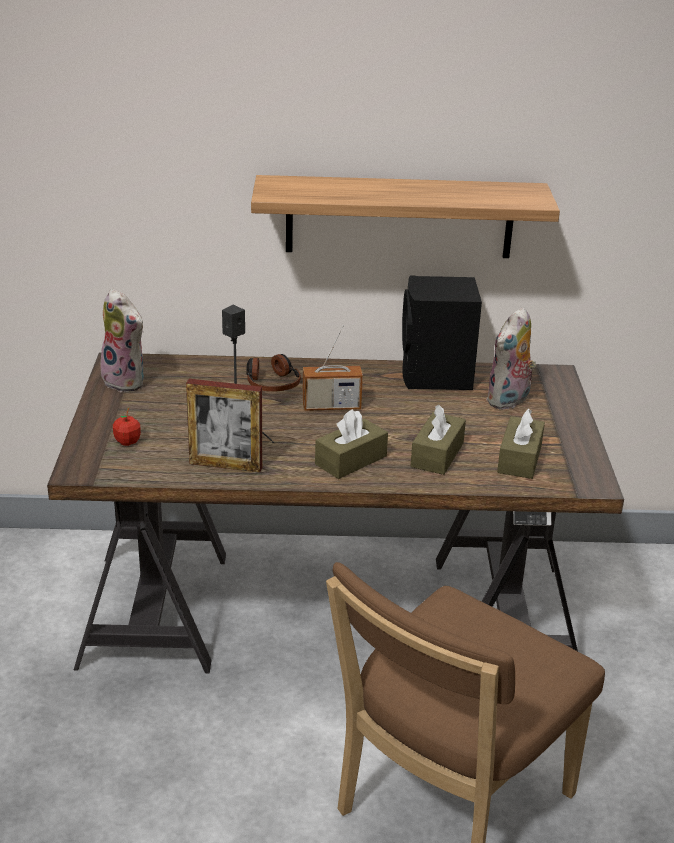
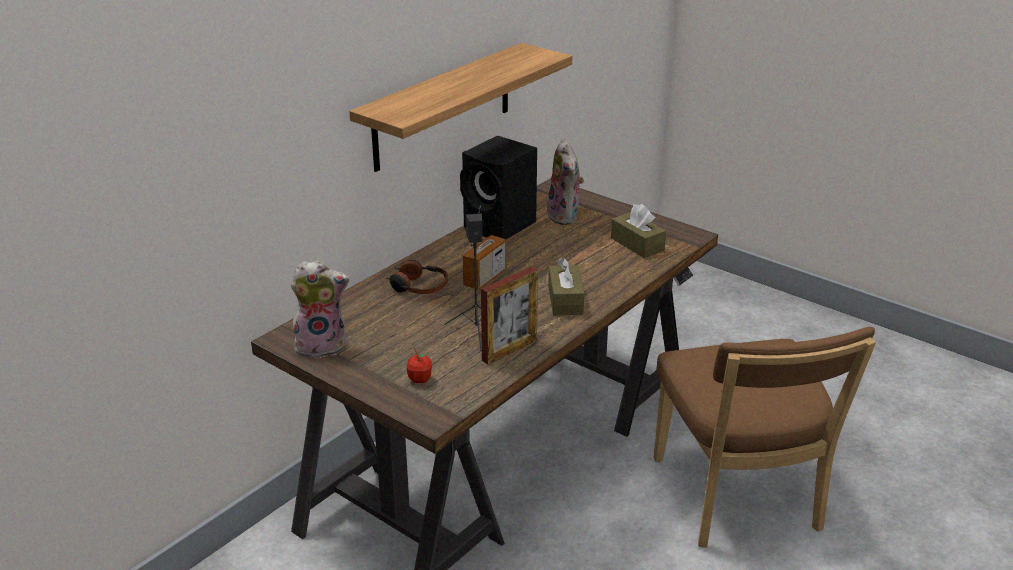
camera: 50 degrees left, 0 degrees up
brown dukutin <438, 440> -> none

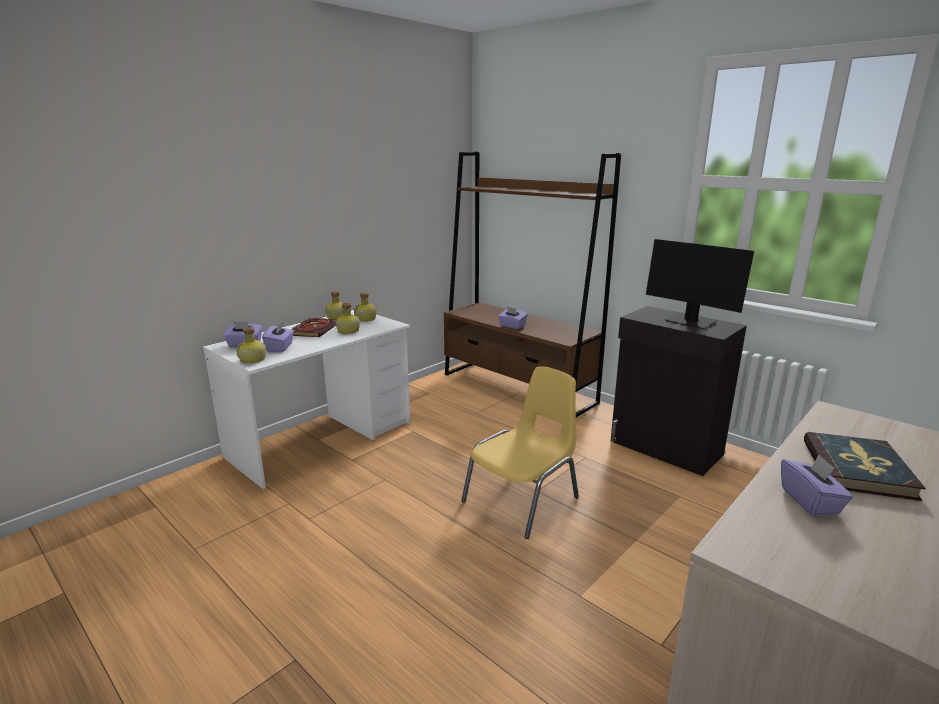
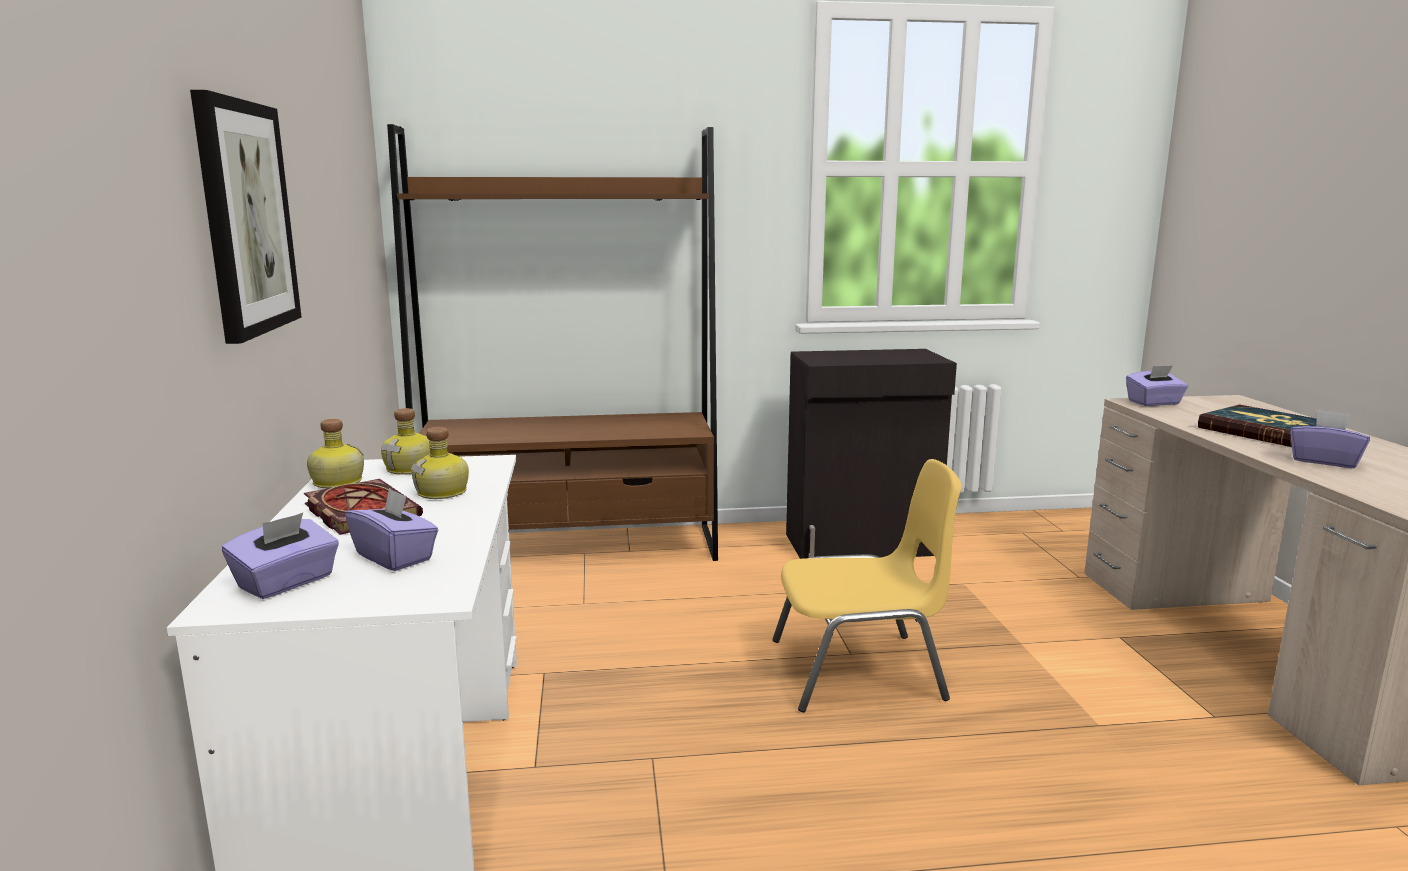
camera: 50 degrees left, 5 degrees down
none -> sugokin <246, 217>
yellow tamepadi <520, 452> -> yellow tamepadi <867, 585>, 90 degrees clockwise
purple dukutin <513, 318> -> purple dukutin <1157, 385>, relocated
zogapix <251, 345> -> none
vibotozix <700, 284> -> none

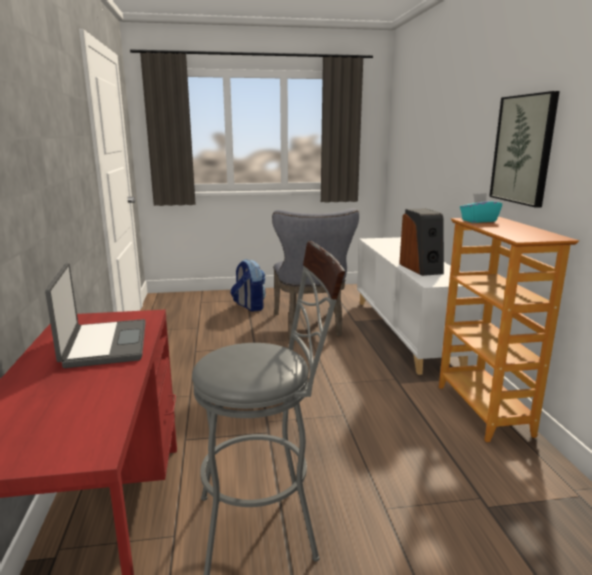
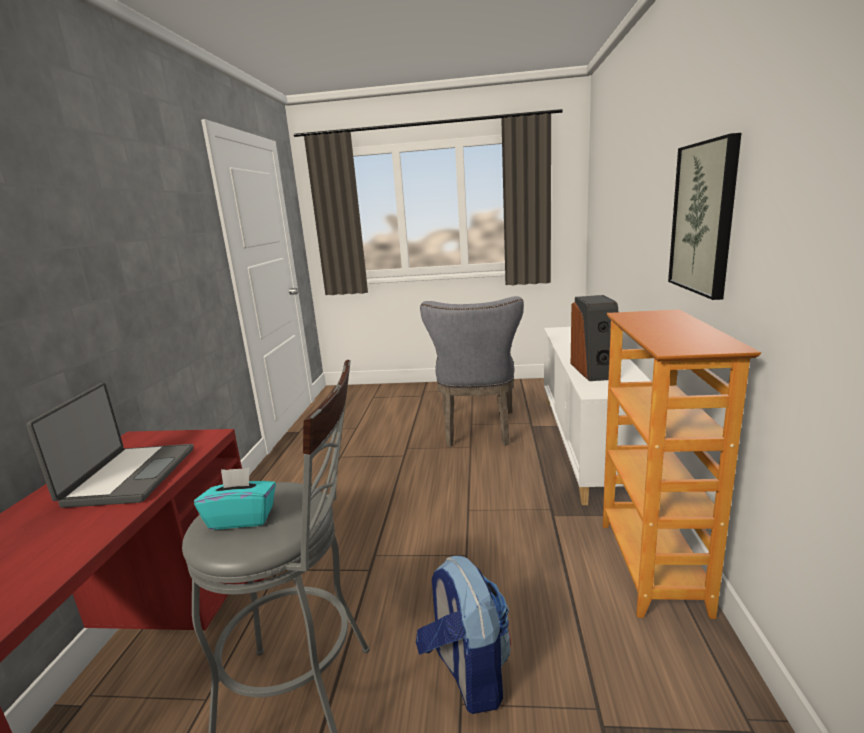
camera: 15 degrees right, 0 degrees up
turquoise dukutin <481, 208> -> turquoise dukutin <235, 499>, relocated
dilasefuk <248, 285> -> dilasefuk <463, 635>, relocated

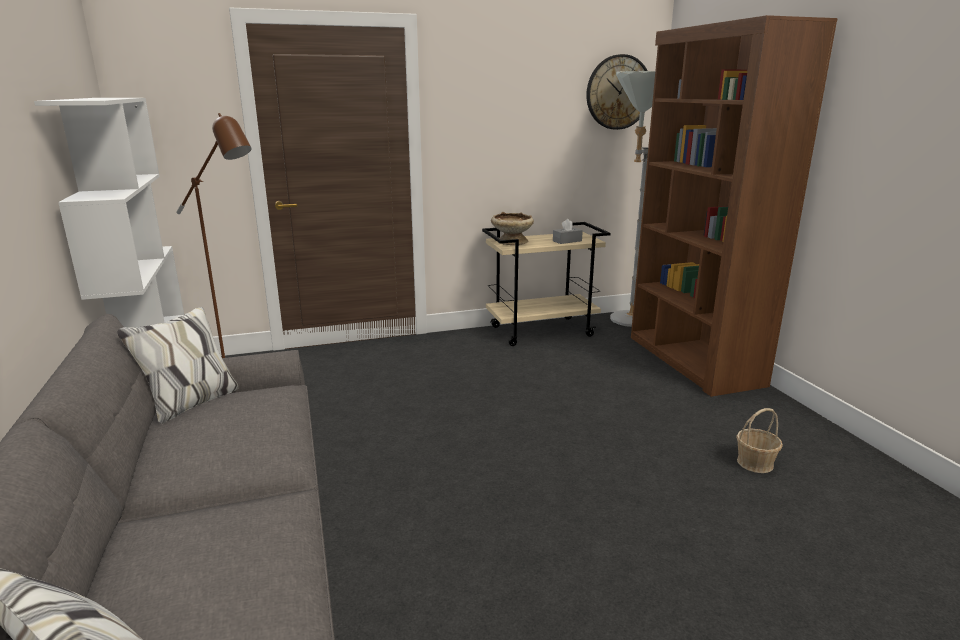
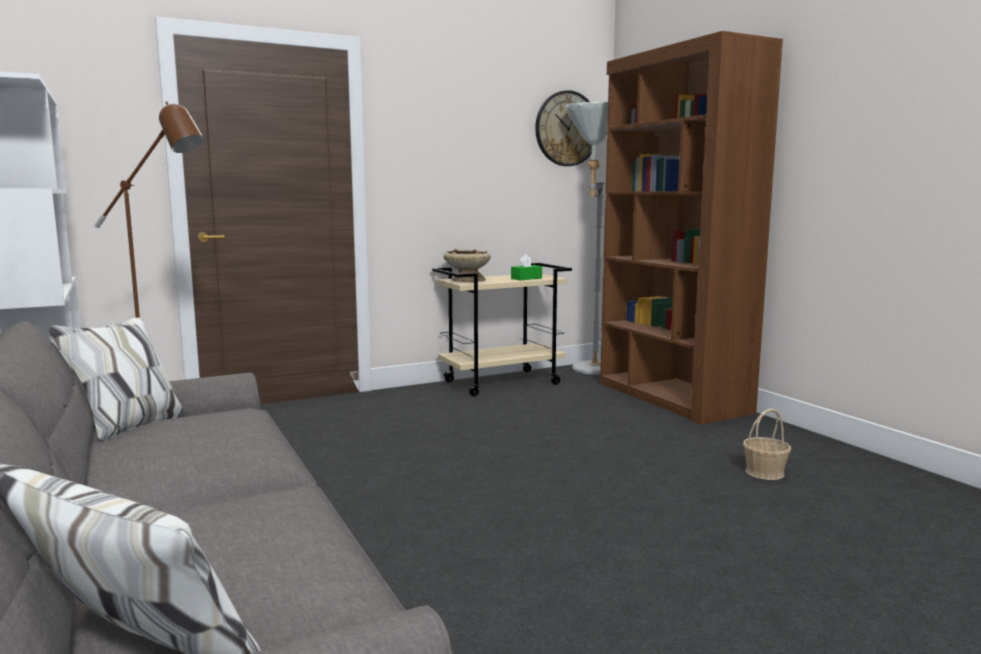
camera: 10 degrees left, 10 degrees down
grey dukutin <568, 231> -> green dukutin <526, 267>

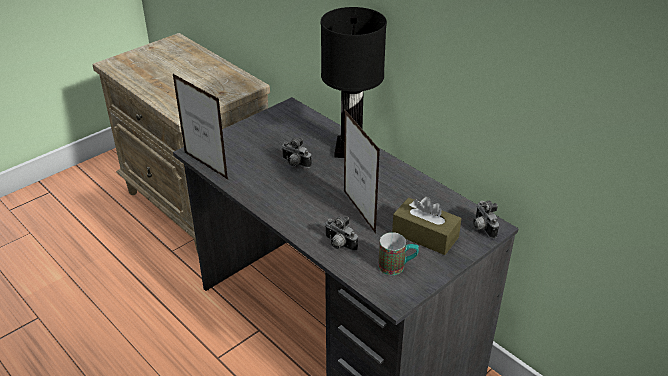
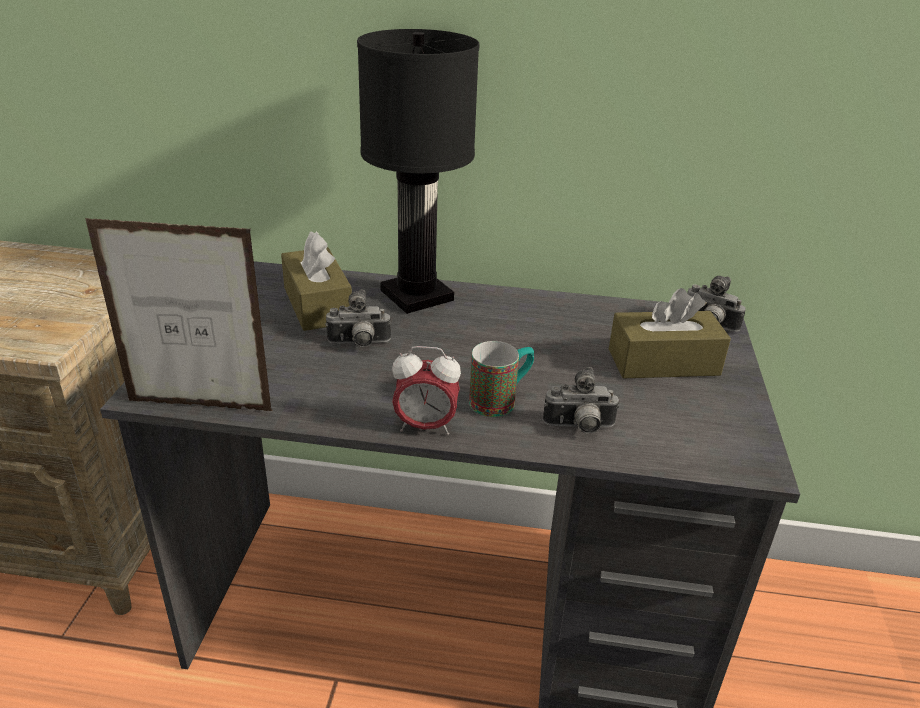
camera: 40 degrees left, 5 degrees down
none -> brown dukutin <316, 281>
none -> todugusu <426, 390>
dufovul <398, 253> -> dufovul <501, 379>, relocated
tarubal <362, 172> -> none

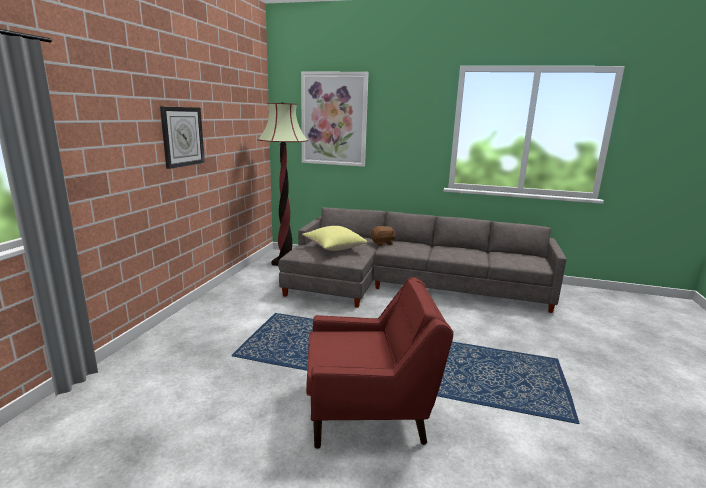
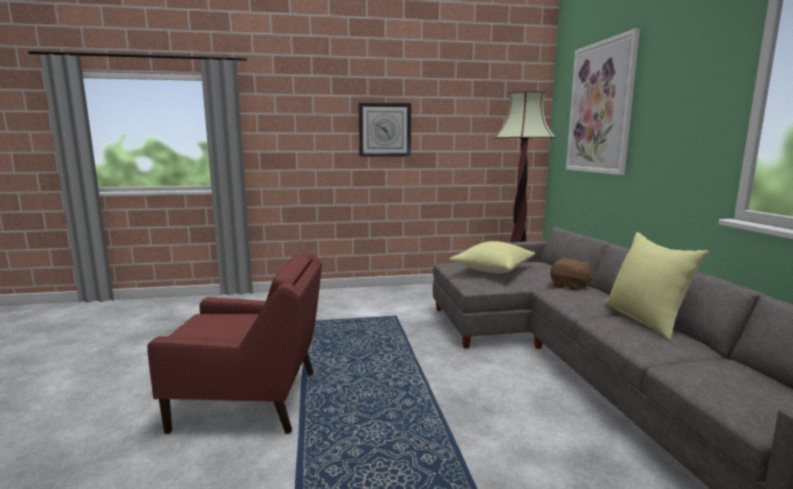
camera: 65 degrees right, 5 degrees down
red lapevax <380, 363> -> red lapevax <234, 344>, 60 degrees counterclockwise
none -> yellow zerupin <656, 286>

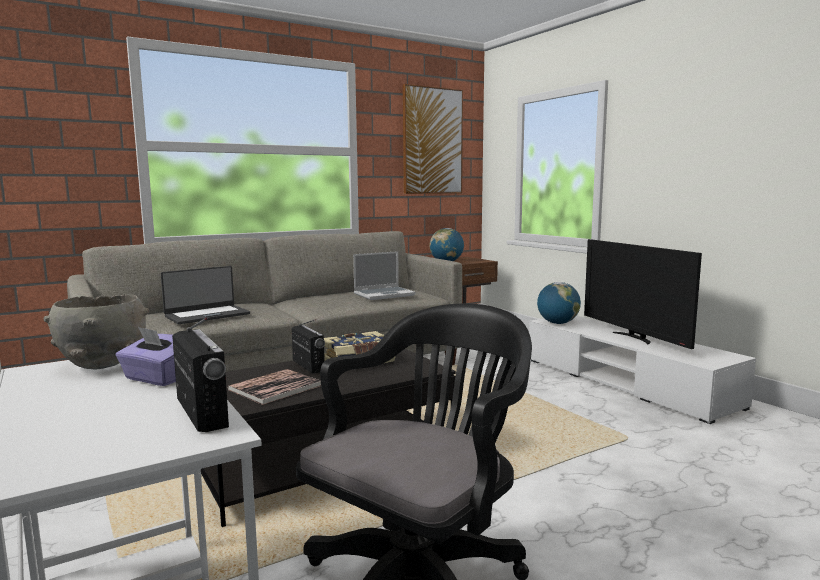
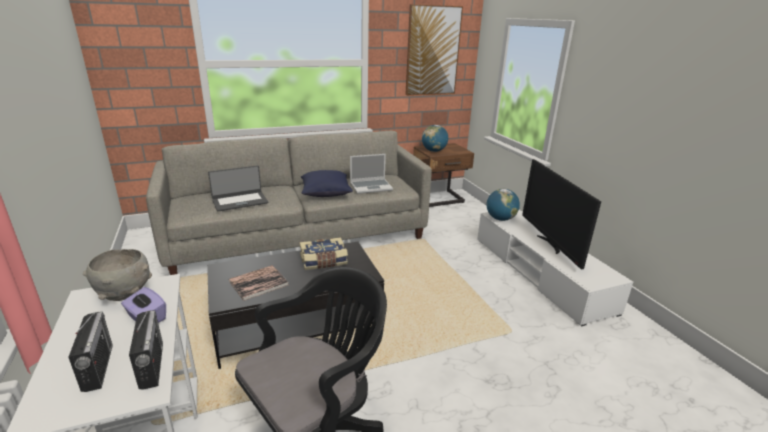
camera: 10 degrees right, 15 degrees up
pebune <308, 346> -> pebune <90, 352>, relocated
none -> blue zerupin <327, 183>

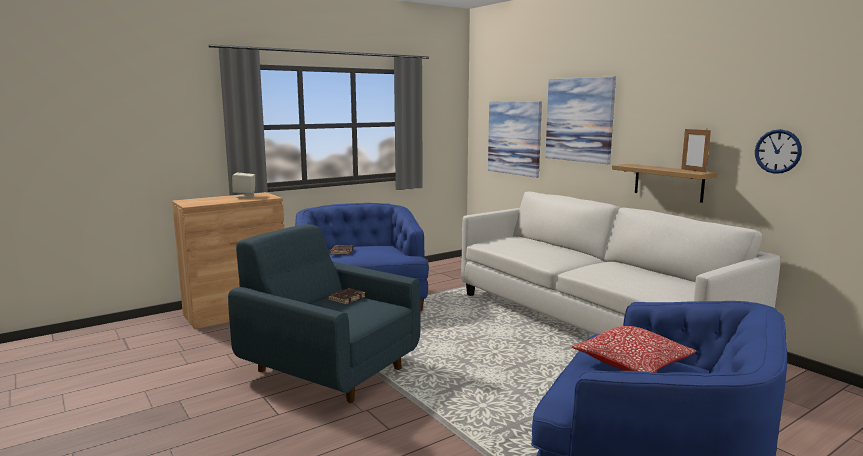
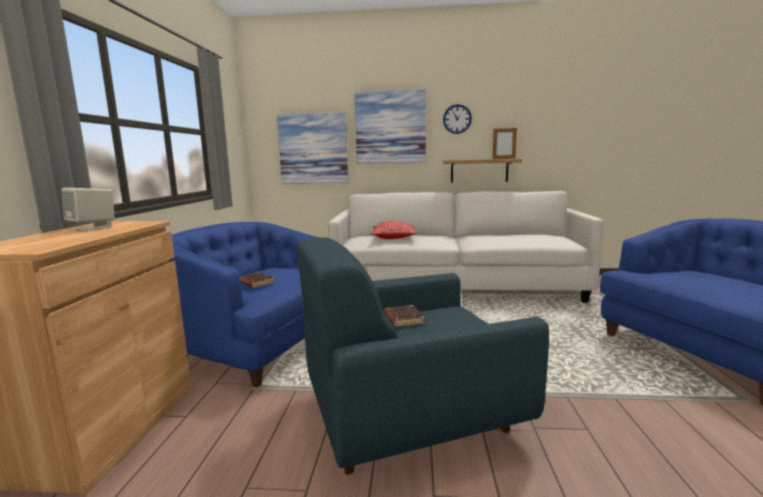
camera: 50 degrees left, 0 degrees up
zerupin <634, 349> -> zerupin <393, 230>, relocated
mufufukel <778, 151> -> mufufukel <457, 119>, relocated

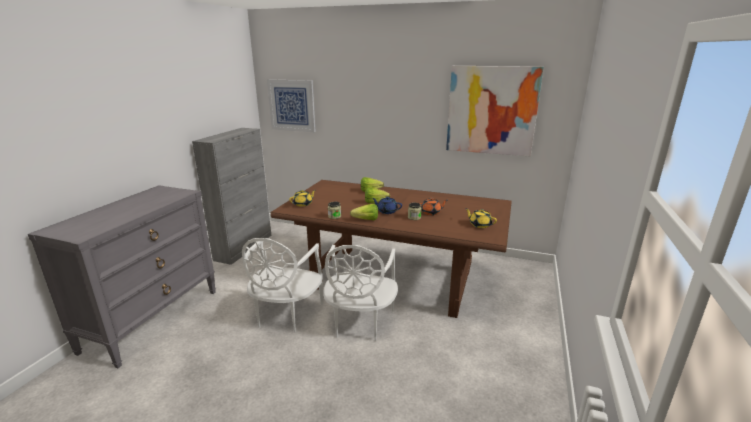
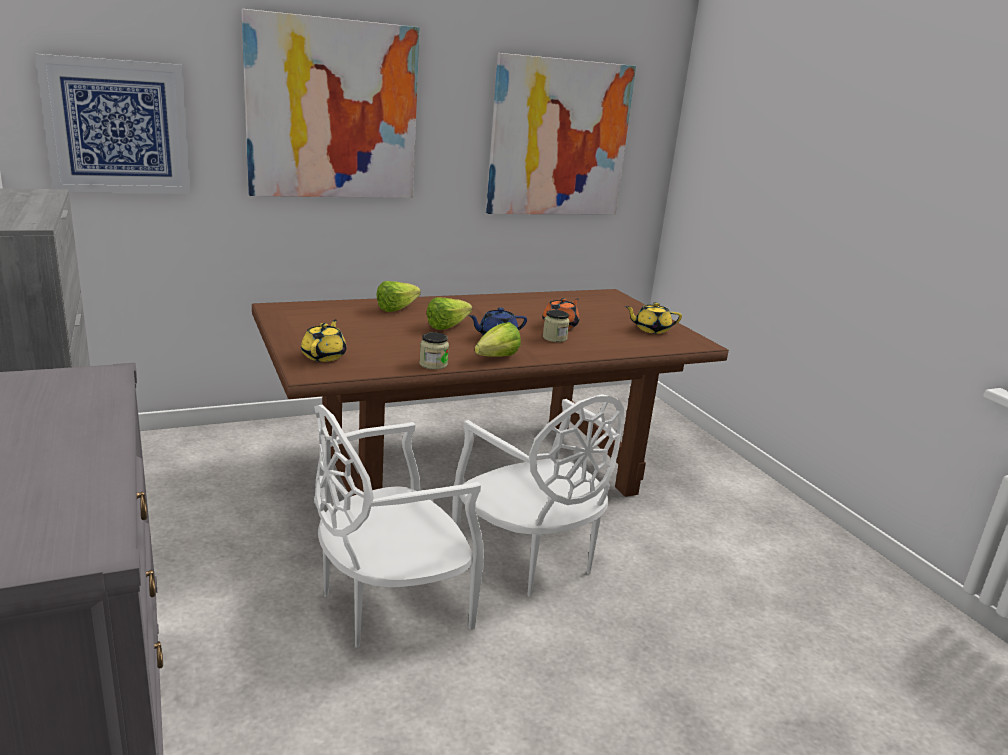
camera: 45 degrees left, 0 degrees up
none -> sugokin <330, 103>
white tamepadi <282, 285> -> white tamepadi <399, 526>, 90 degrees clockwise

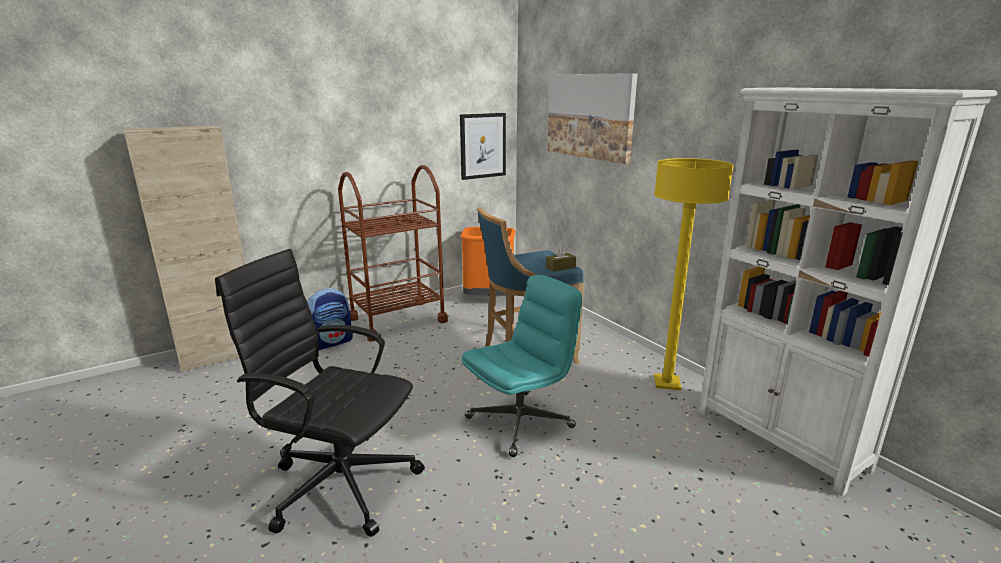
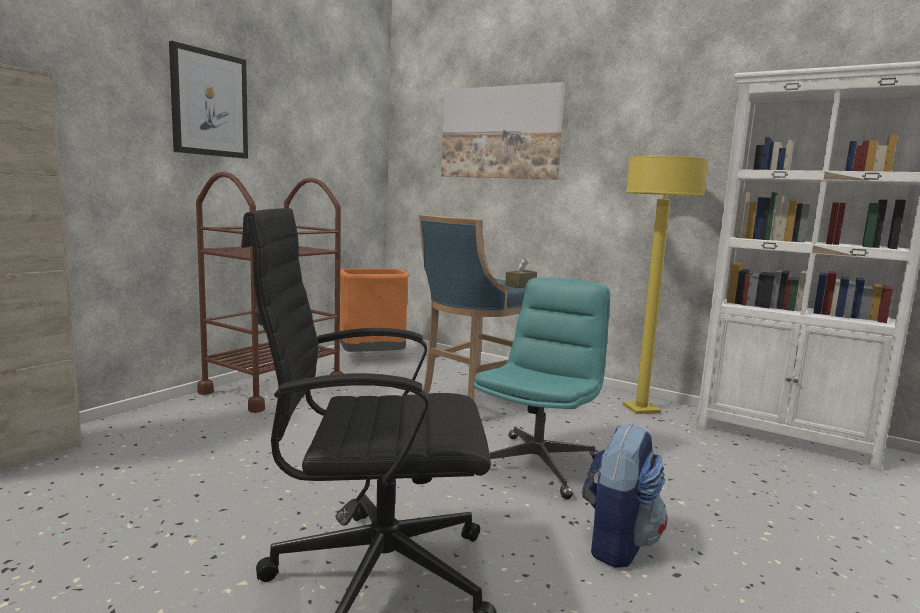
camera: 25 degrees left, 10 degrees down
sugokin <483, 146> -> sugokin <208, 100>, relocated
dilasefuk <330, 319> -> dilasefuk <625, 495>, relocated

